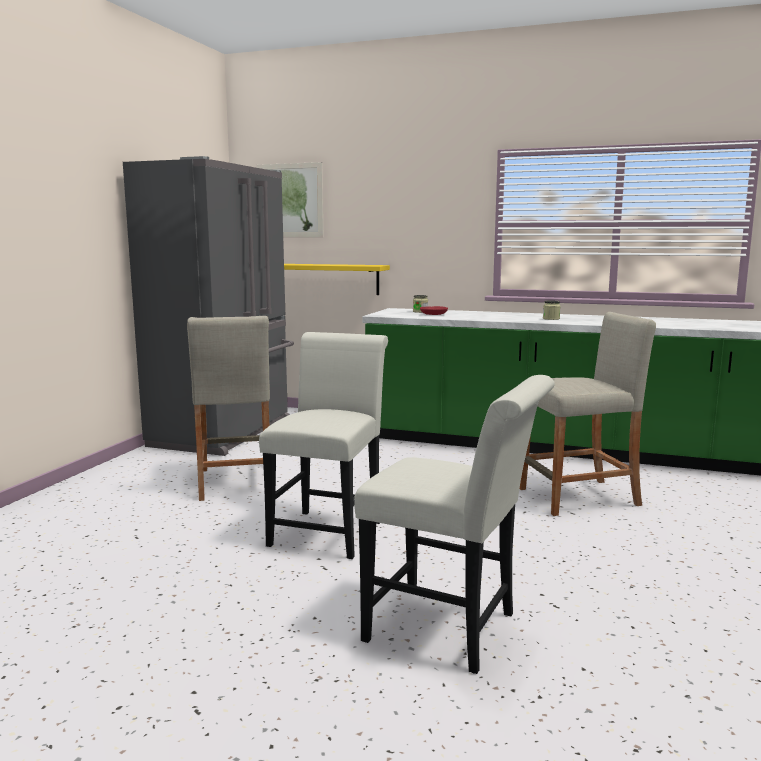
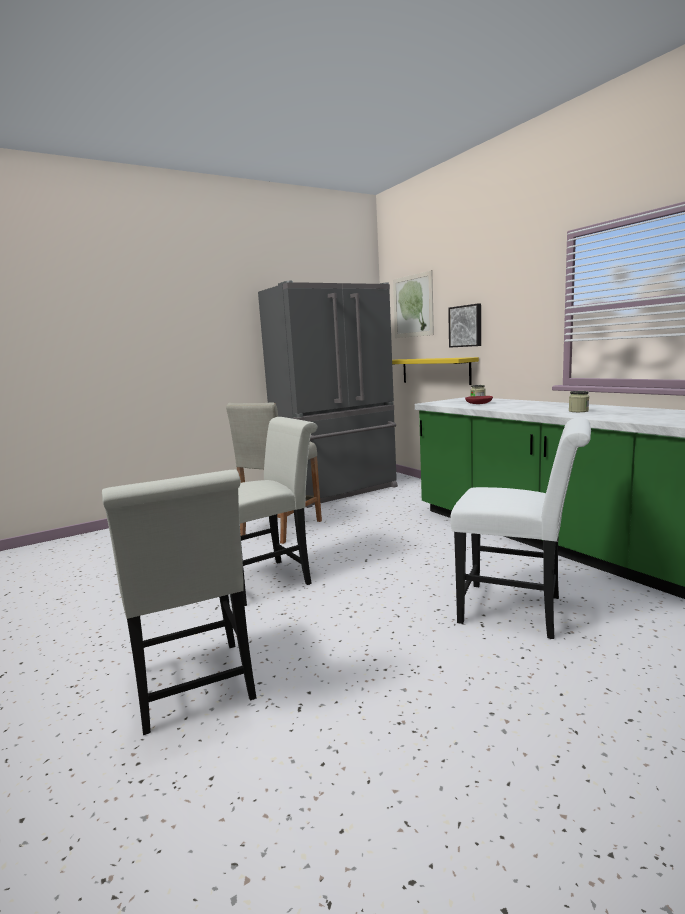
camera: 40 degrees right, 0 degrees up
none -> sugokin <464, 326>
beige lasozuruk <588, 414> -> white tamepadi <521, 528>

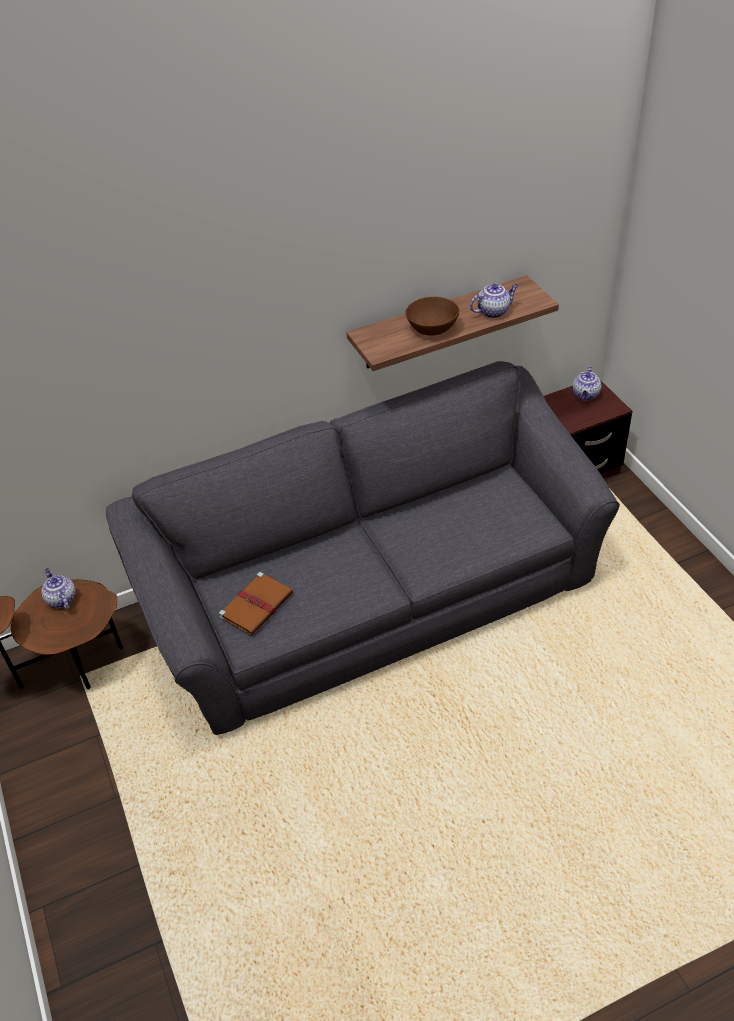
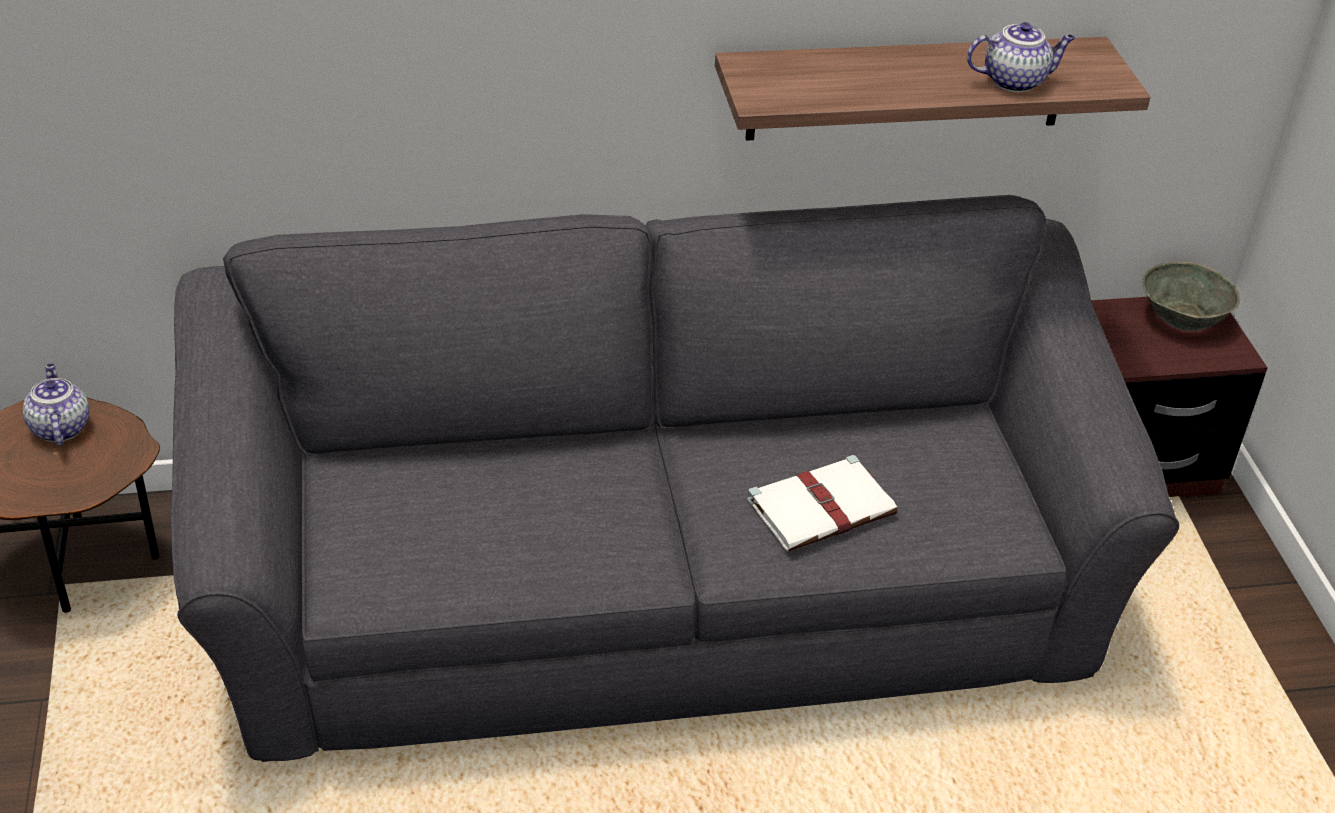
camera: 10 degrees right, 5 degrees down
none -> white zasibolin <822, 503>
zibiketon <587, 383> -> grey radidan <1191, 296>
brown zasibolin <256, 604> -> none
brown radidan <432, 316> -> none

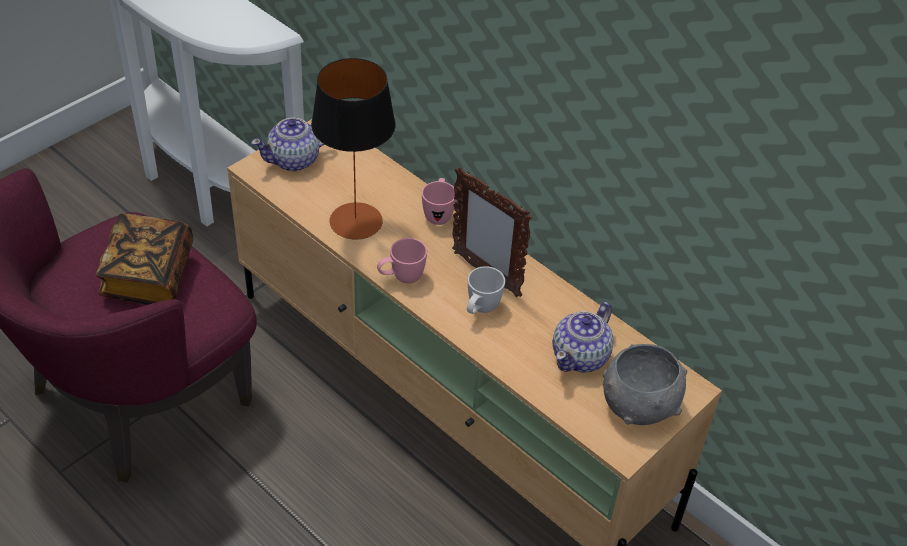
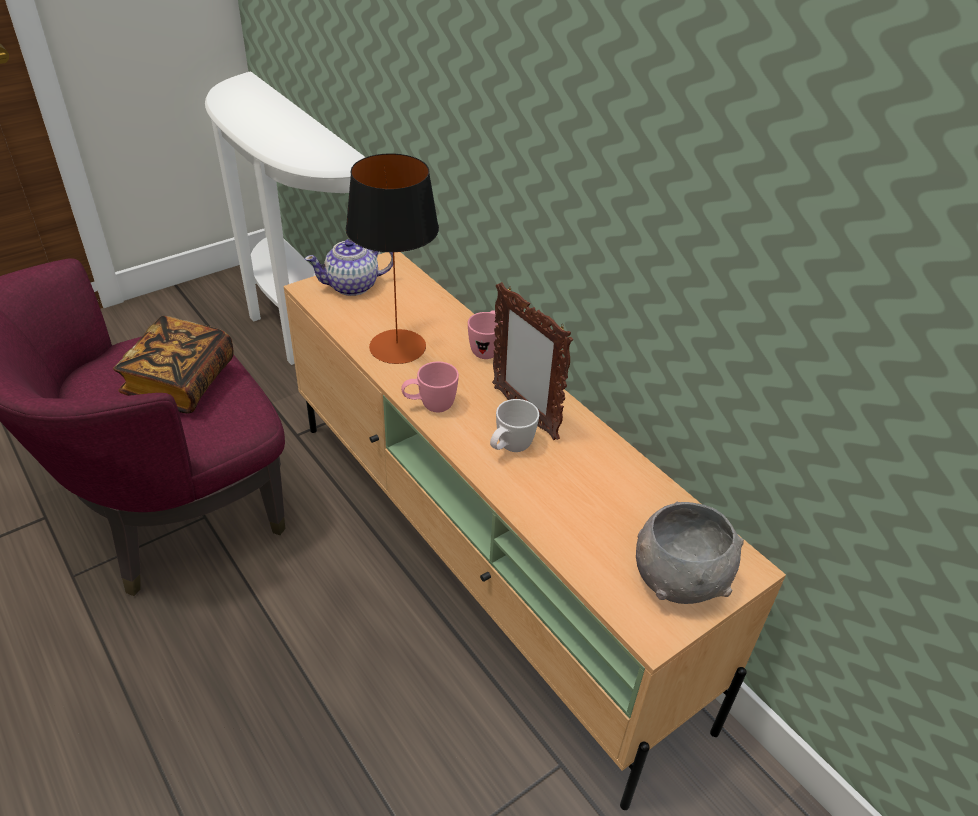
camera: 10 degrees right, 5 degrees down
zibiketon <583, 337> -> none

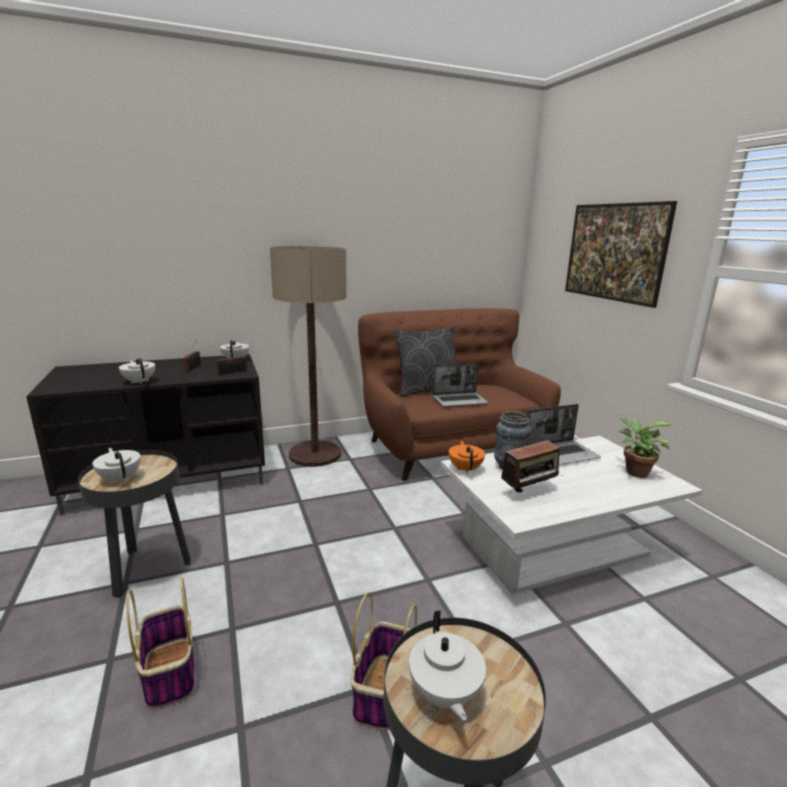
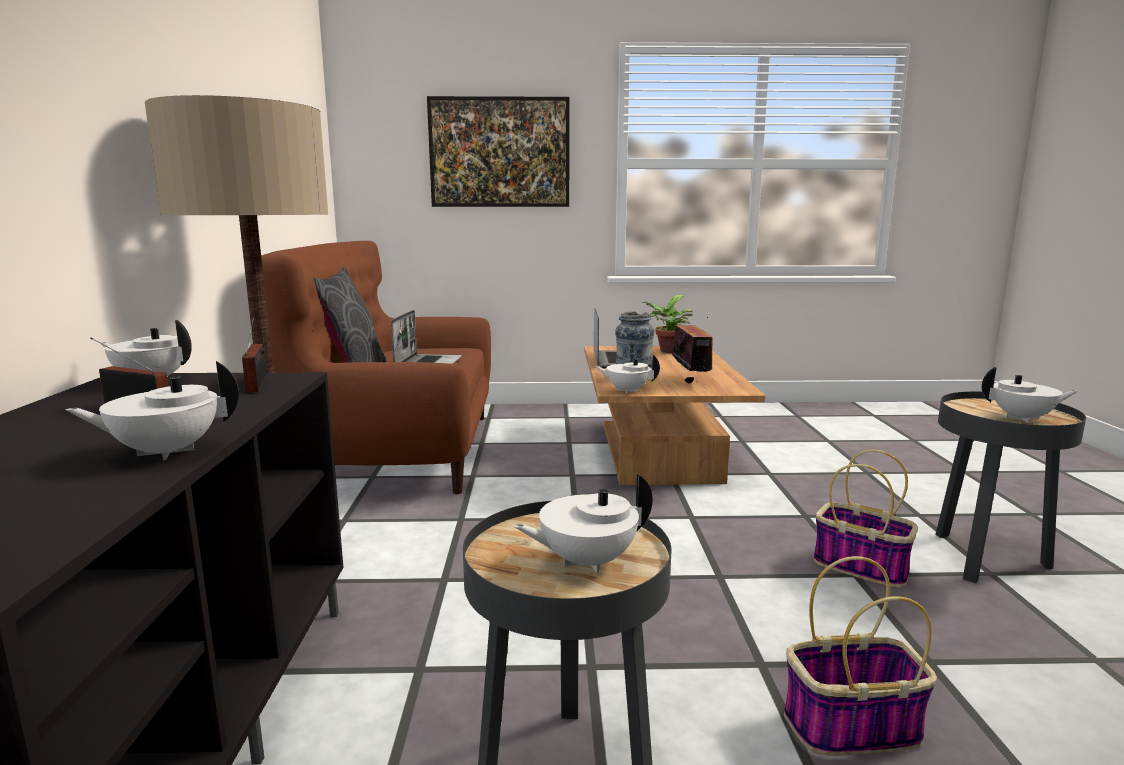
camera: 70 degrees left, 5 degrees down
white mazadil <572, 515> -> brown mazadil <675, 415>
orange zibiketon <467, 456> -> white zibiketon <627, 374>

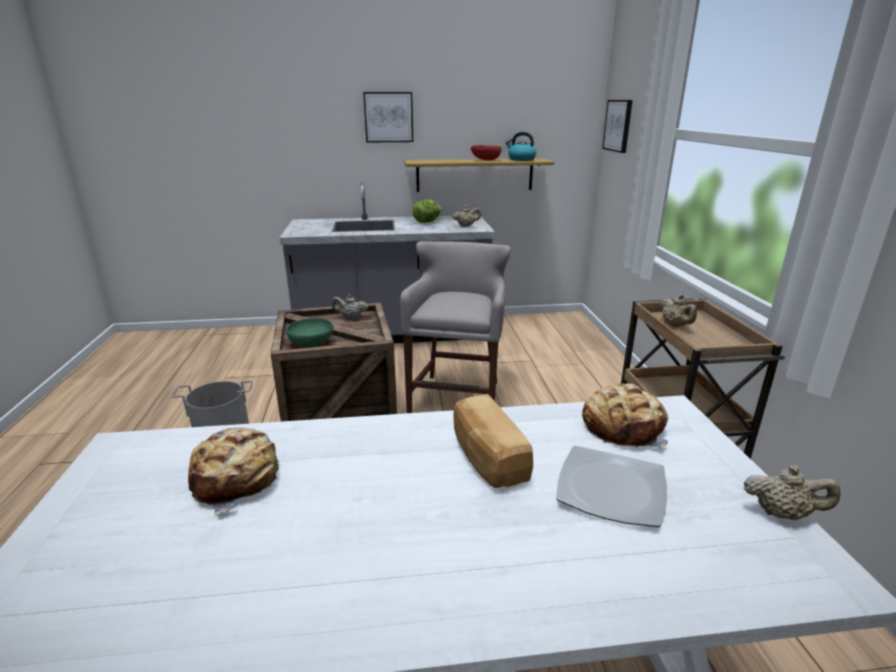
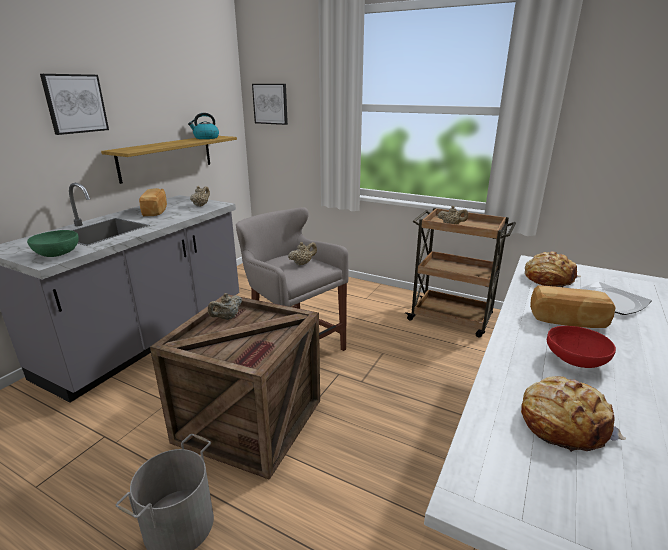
camera: 55 degrees left, 0 degrees up
green radidan <309, 332> -> green radidan <53, 243>, relocated
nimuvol <426, 211> -> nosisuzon <153, 202>
beige zibiketon <792, 492> -> beige zibiketon <302, 254>, relocated
red radidan <486, 152> -> red radidan <581, 347>, relocated

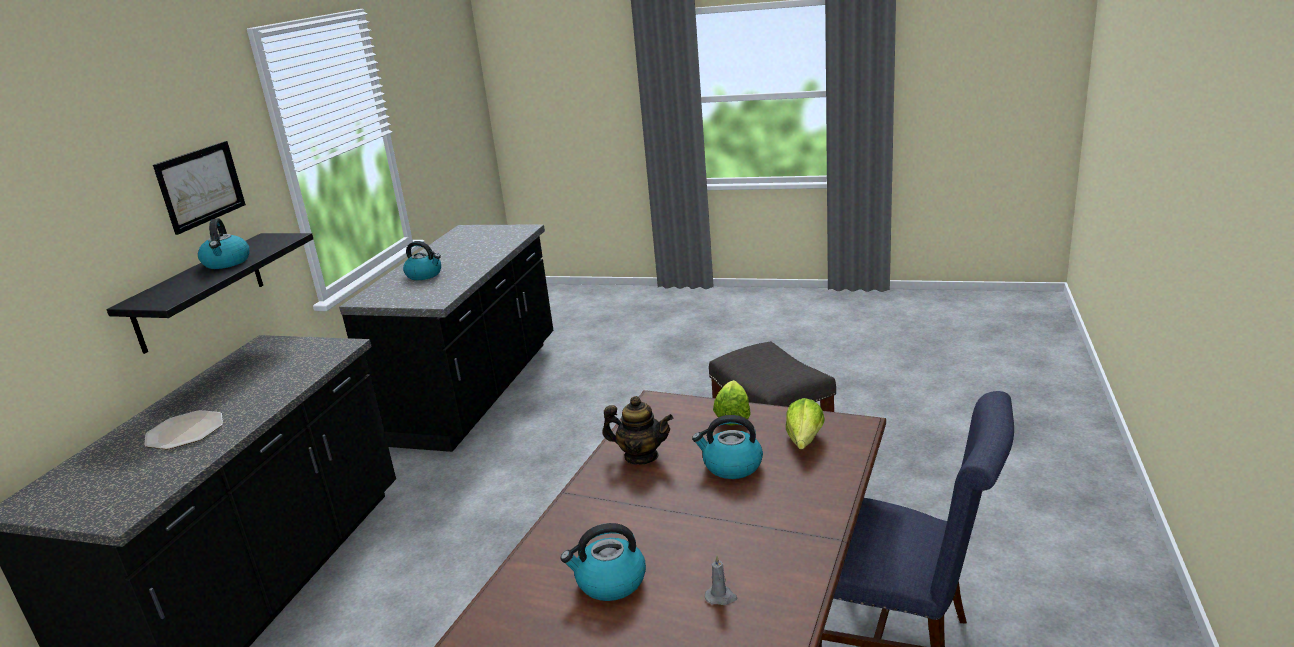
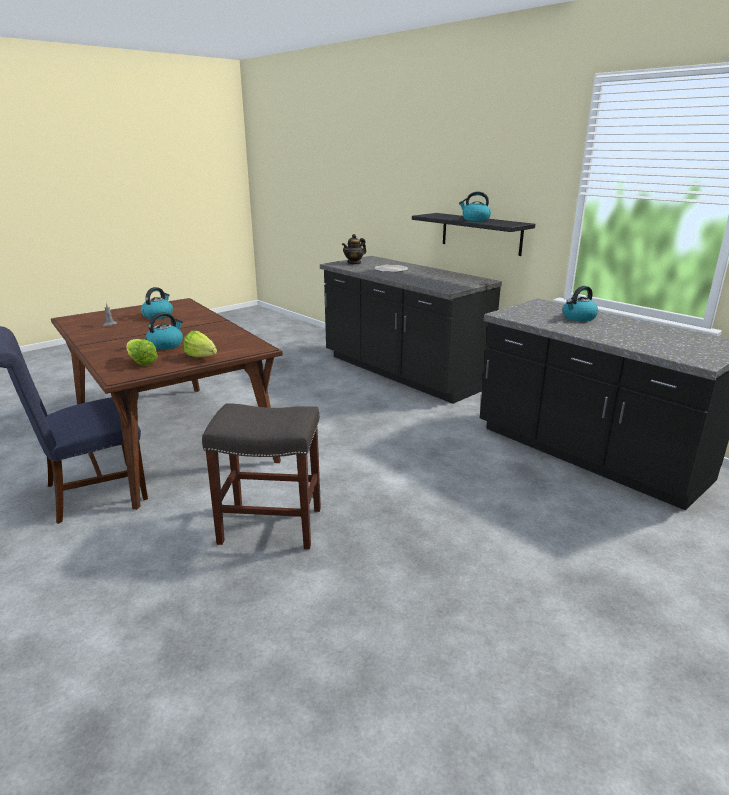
camera: 120 degrees right, 0 degrees up
zibiketon <637, 430> -> zibiketon <354, 249>, relocated
sugokin <199, 188> -> none

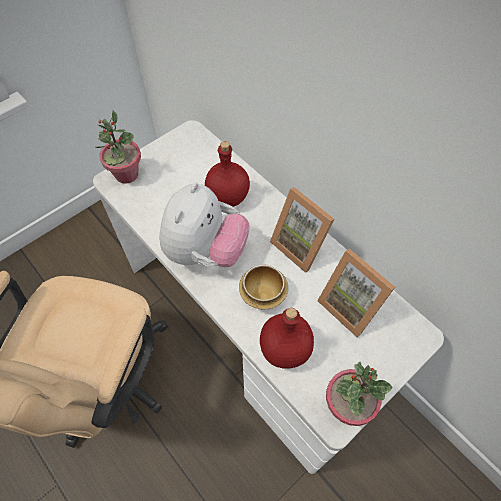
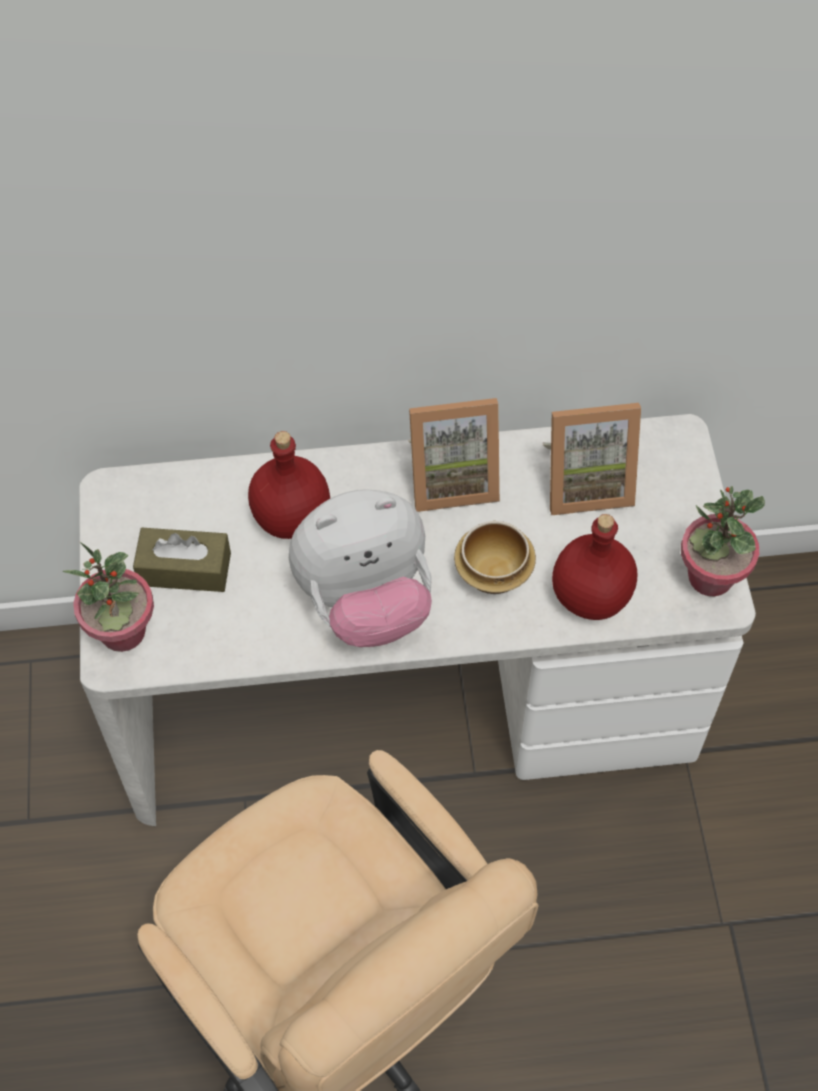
camera: 55 degrees left, 0 degrees up
none -> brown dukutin <182, 560>
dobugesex <204, 224> -> dobugesex <360, 568>, 105 degrees clockwise

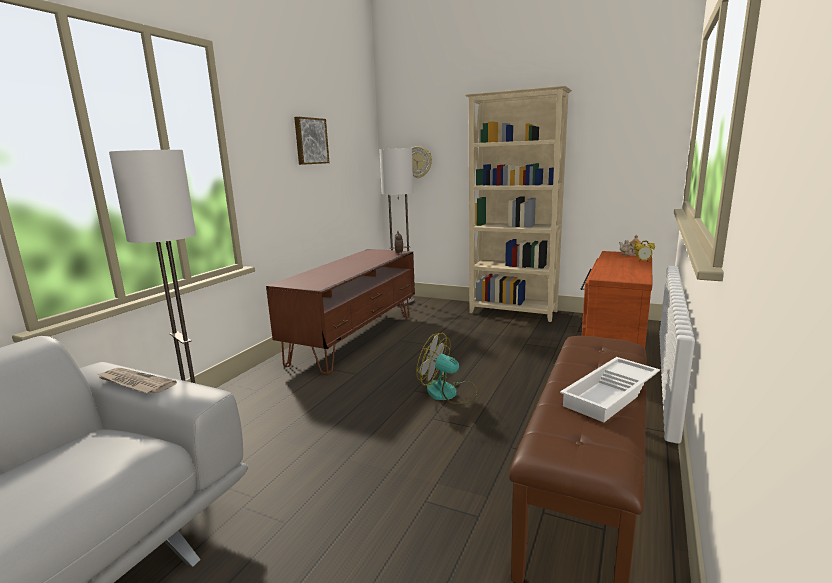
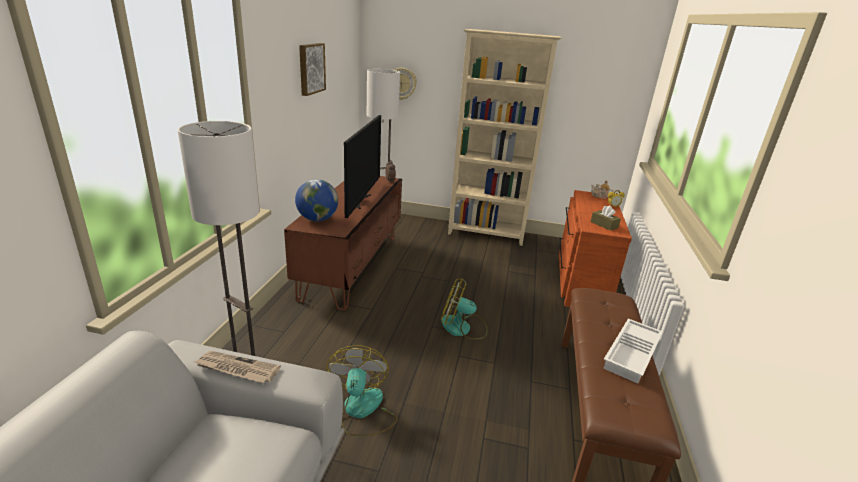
camera: 15 degrees left, 10 degrees up
none -> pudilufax <316, 200>
none -> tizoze <362, 391>
none -> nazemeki <362, 166>
none -> brown dukutin <606, 218>

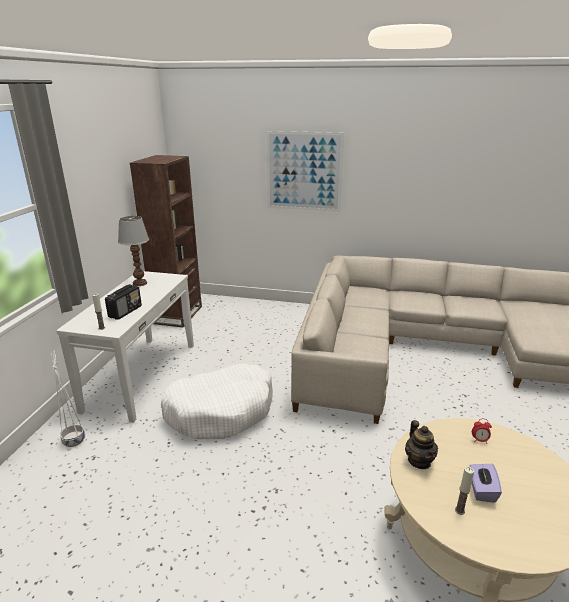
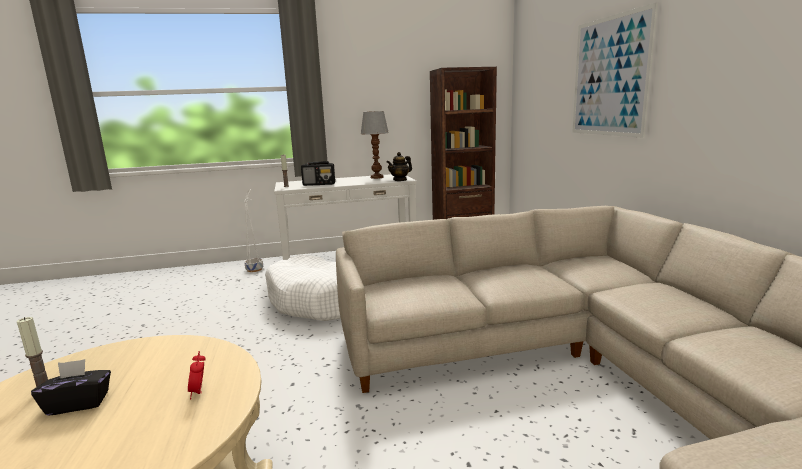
camera: 65 degrees right, 10 degrees down
purple dukutin <486, 483> -> black dukutin <71, 387>
zibiketon <421, 444> -> zibiketon <399, 166>, relocated

